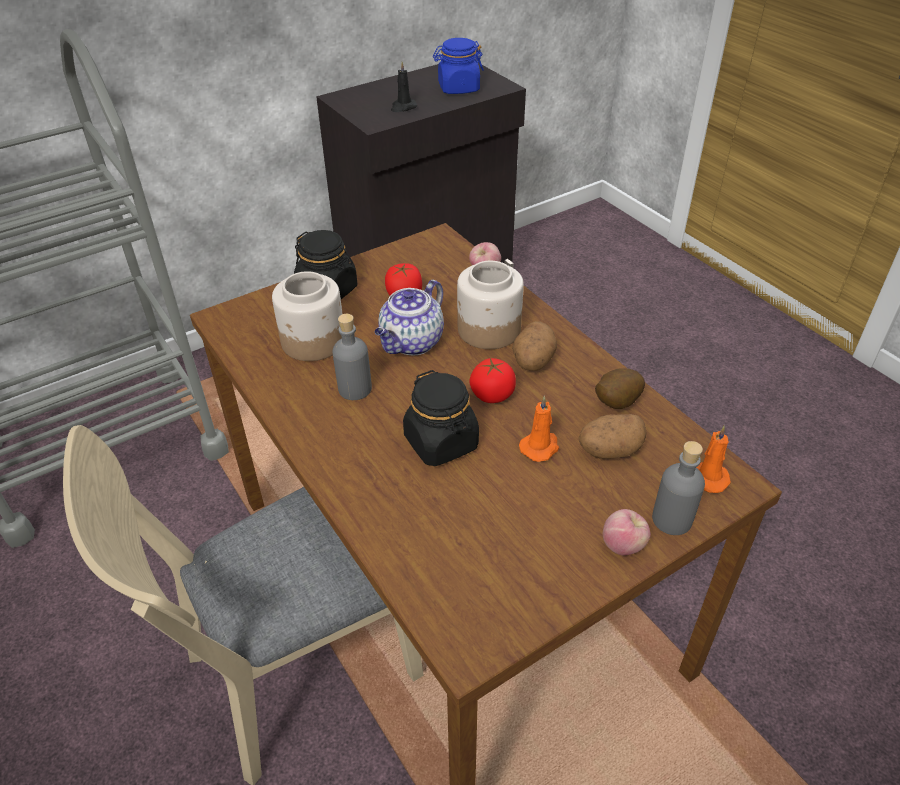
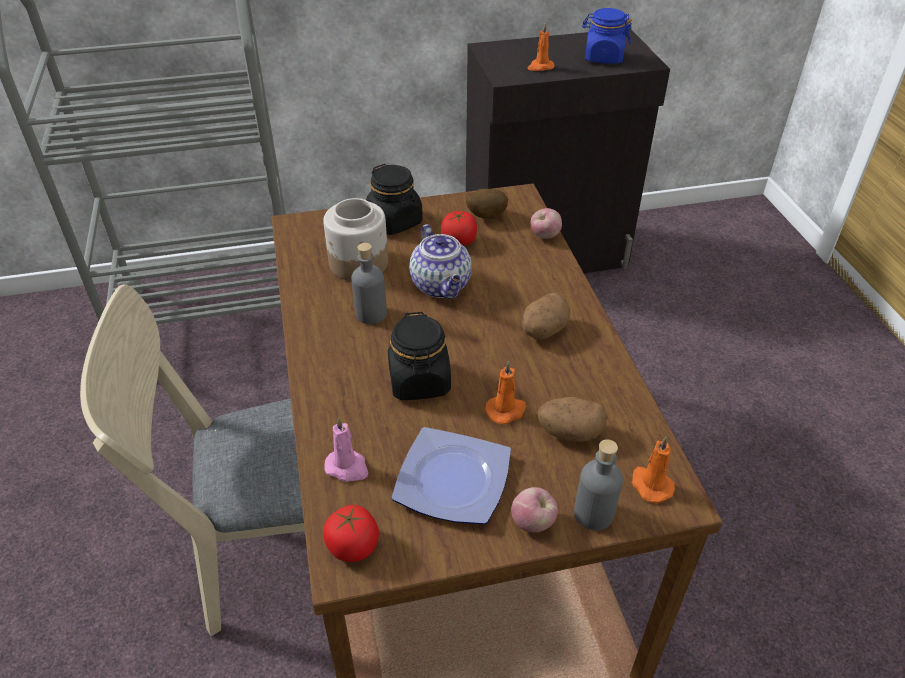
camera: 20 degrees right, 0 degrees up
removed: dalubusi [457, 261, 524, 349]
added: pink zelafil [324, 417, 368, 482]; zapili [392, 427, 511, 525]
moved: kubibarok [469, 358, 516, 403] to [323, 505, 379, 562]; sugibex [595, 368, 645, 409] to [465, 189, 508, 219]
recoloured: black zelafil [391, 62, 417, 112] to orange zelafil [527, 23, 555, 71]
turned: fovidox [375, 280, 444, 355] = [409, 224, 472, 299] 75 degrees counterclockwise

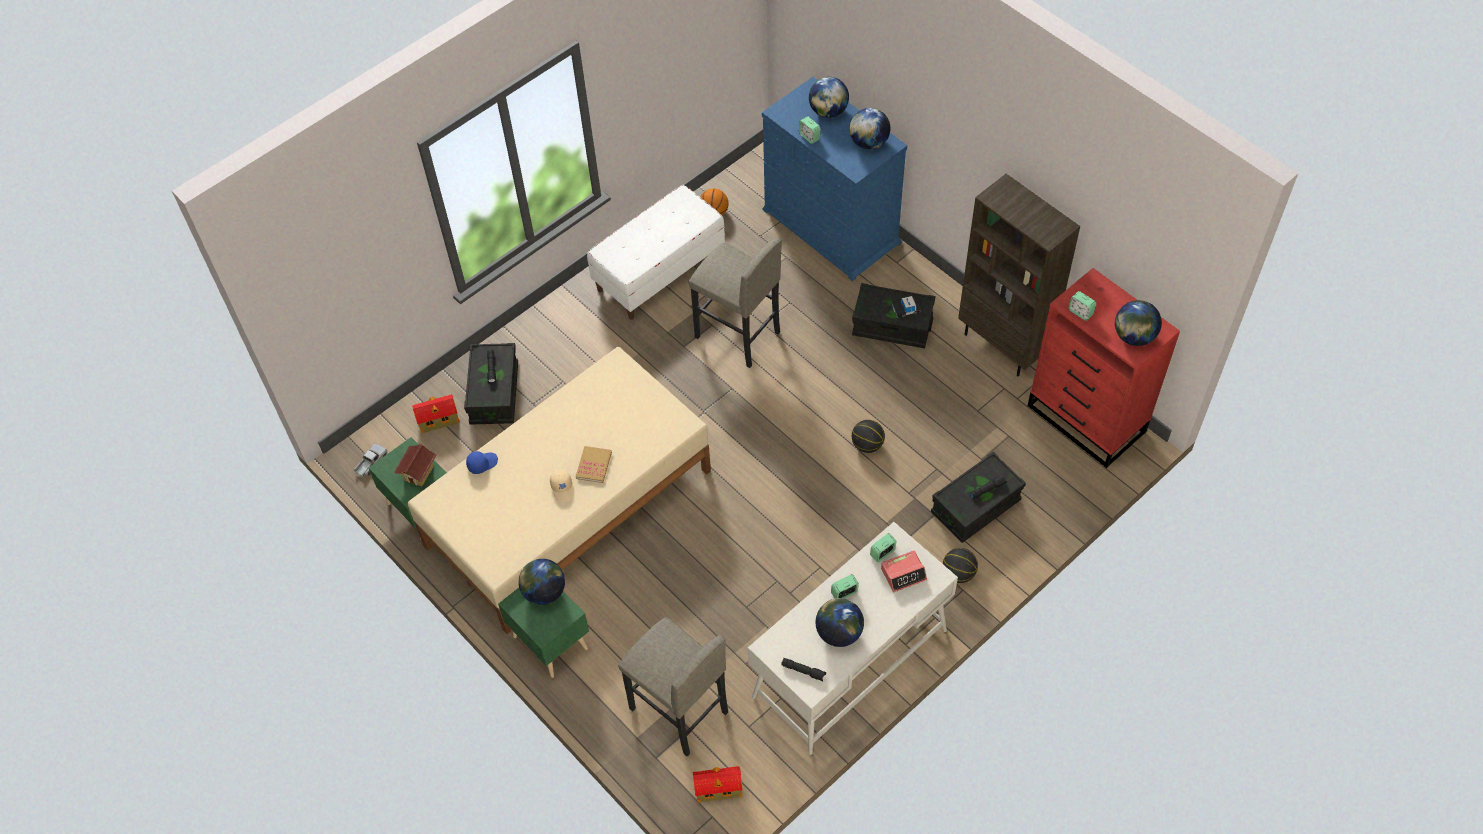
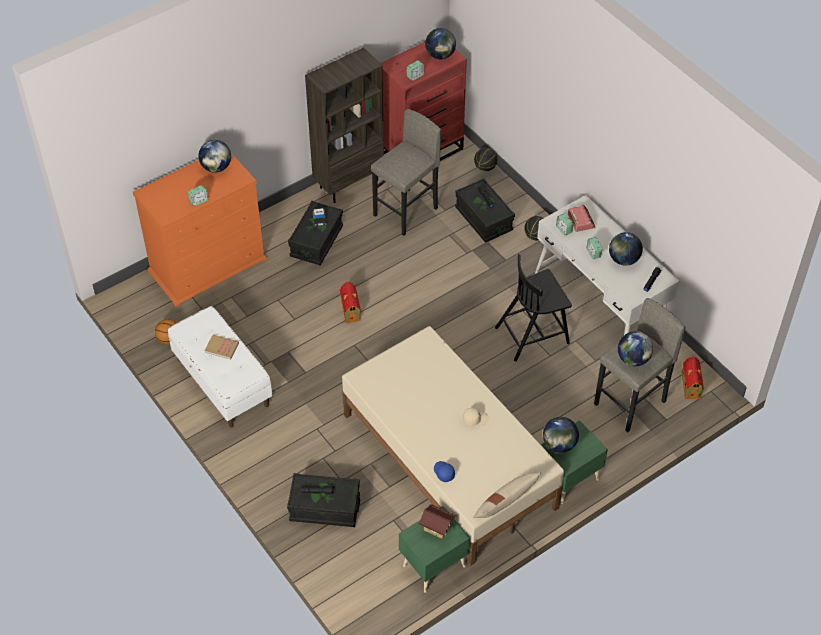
camera: 85 degrees left, 5 degrees down
removed: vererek [354, 443, 387, 477]
added: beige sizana [473, 472, 541, 519]; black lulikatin [495, 254, 572, 361]
moved: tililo [576, 446, 612, 483] to [205, 335, 239, 360]; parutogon [412, 394, 460, 433] to [340, 282, 361, 323]; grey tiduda [689, 238, 782, 368] to [371, 109, 441, 236]; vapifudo [852, 420, 885, 453] to [474, 148, 497, 171]; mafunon [809, 77, 849, 118] to [618, 331, 653, 366]
recoloured: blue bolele [762, 77, 907, 281] to orange bolele [133, 153, 267, 307]

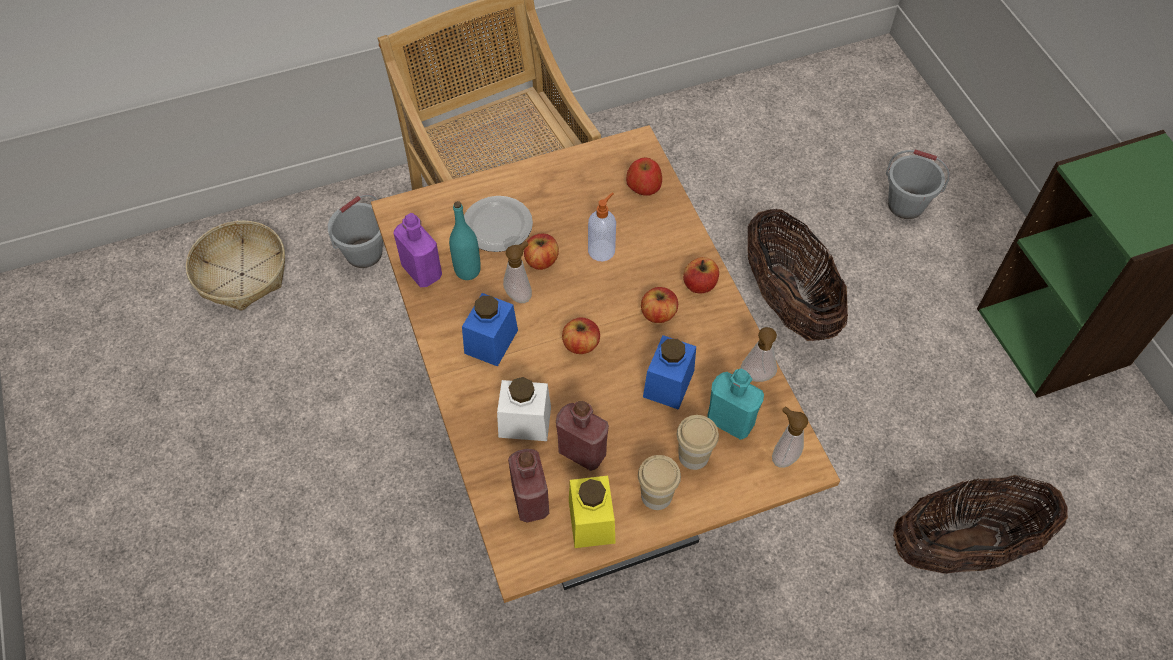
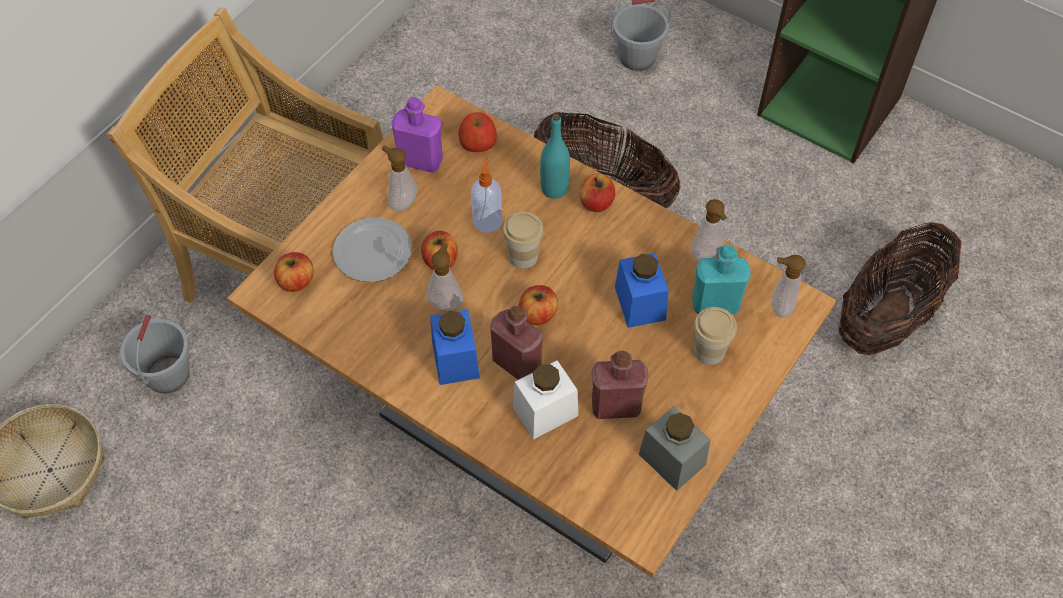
camera: 35 degrees left, 0 degrees up
added: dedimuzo [382, 145, 417, 211]
moved: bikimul [641, 287, 678, 323] to [274, 252, 314, 292]; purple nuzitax [393, 213, 442, 287] to [392, 96, 443, 173]; red nuzitax [508, 449, 549, 523] to [490, 306, 543, 380]; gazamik [638, 455, 681, 510] to [503, 212, 544, 269]; turquoise nuzitax [449, 201, 481, 280] to [540, 114, 570, 199]
recoloured: yellow dalubusi [569, 476, 615, 548] to grey dalubusi [639, 406, 710, 491]

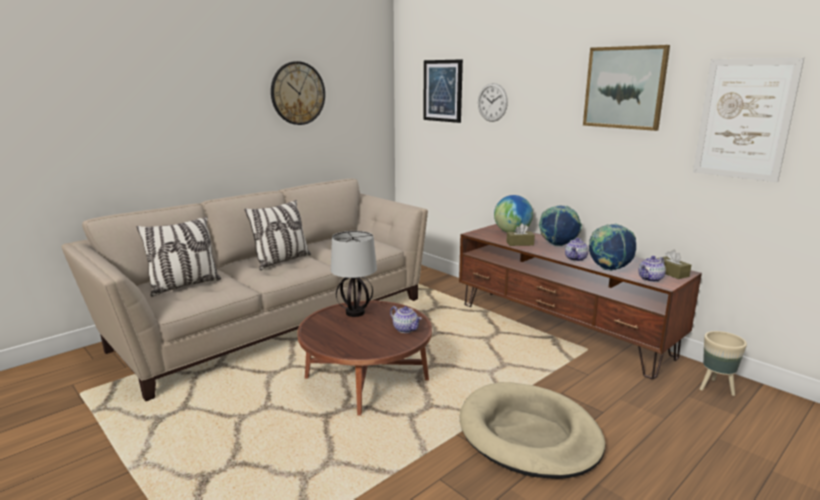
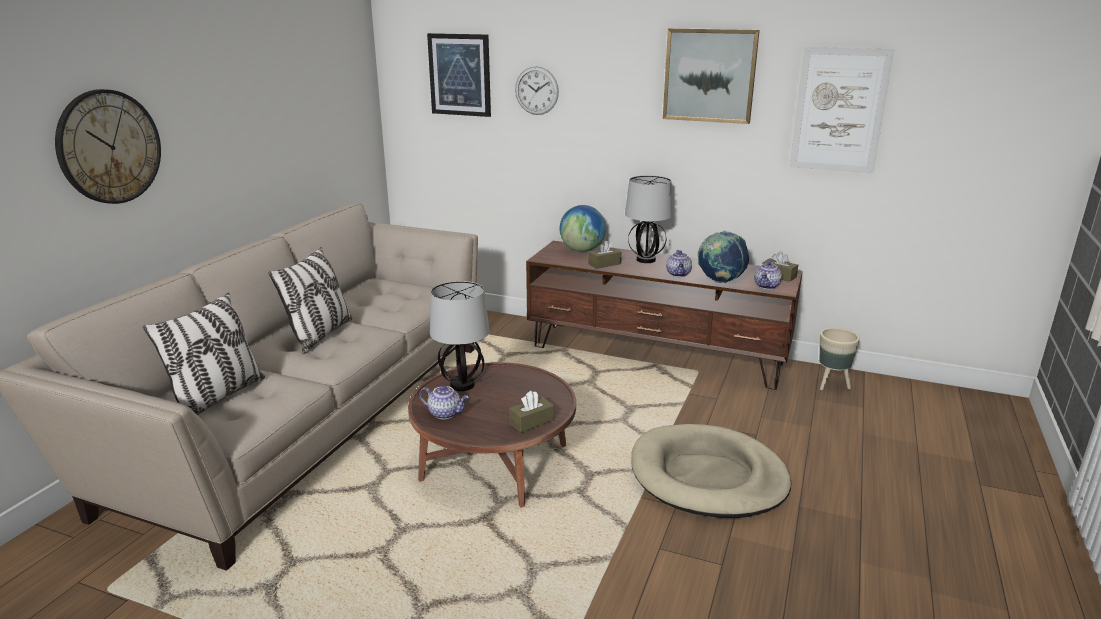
camera: 25 degrees left, 5 degrees up
added: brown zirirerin [509, 391, 554, 433]
moved: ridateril [271, 61, 325, 125] to [55, 89, 161, 204]; fovidox [390, 306, 422, 333] to [419, 385, 469, 419]
replaced: mafunon [539, 205, 582, 246] to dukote [625, 175, 672, 263]

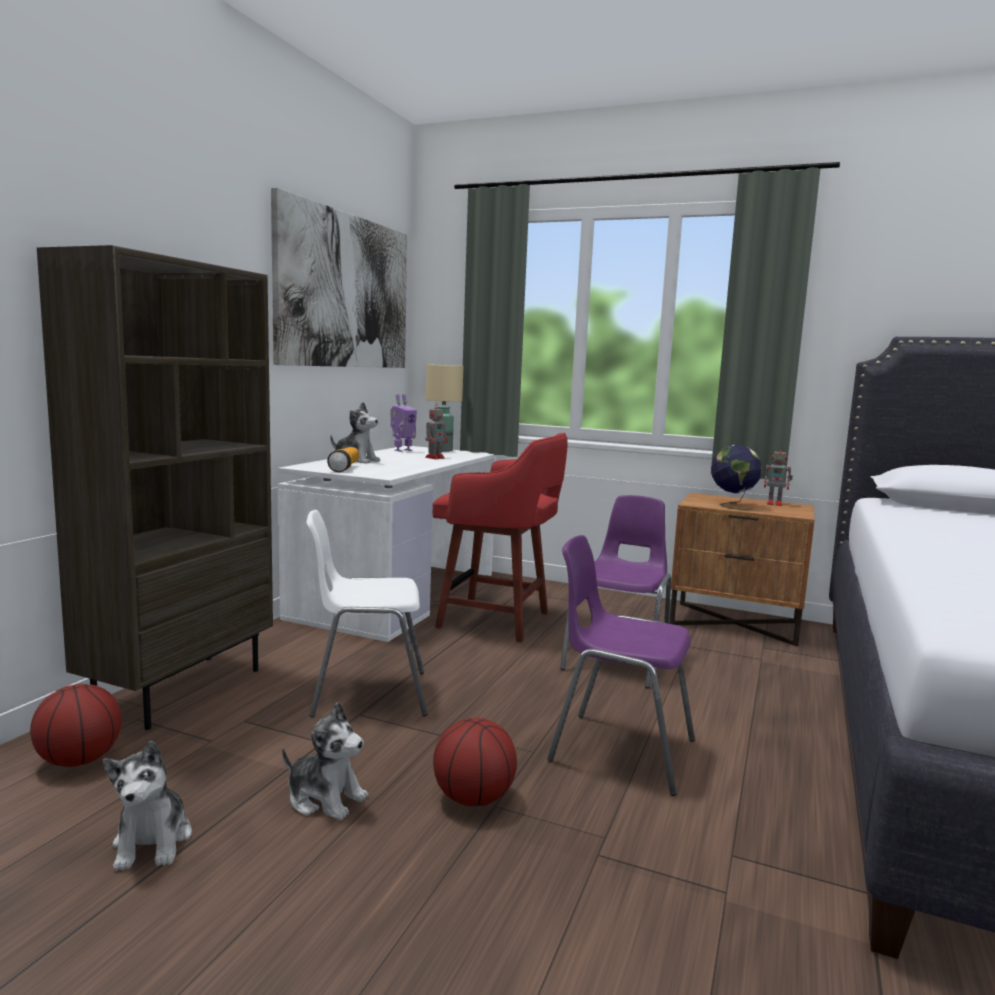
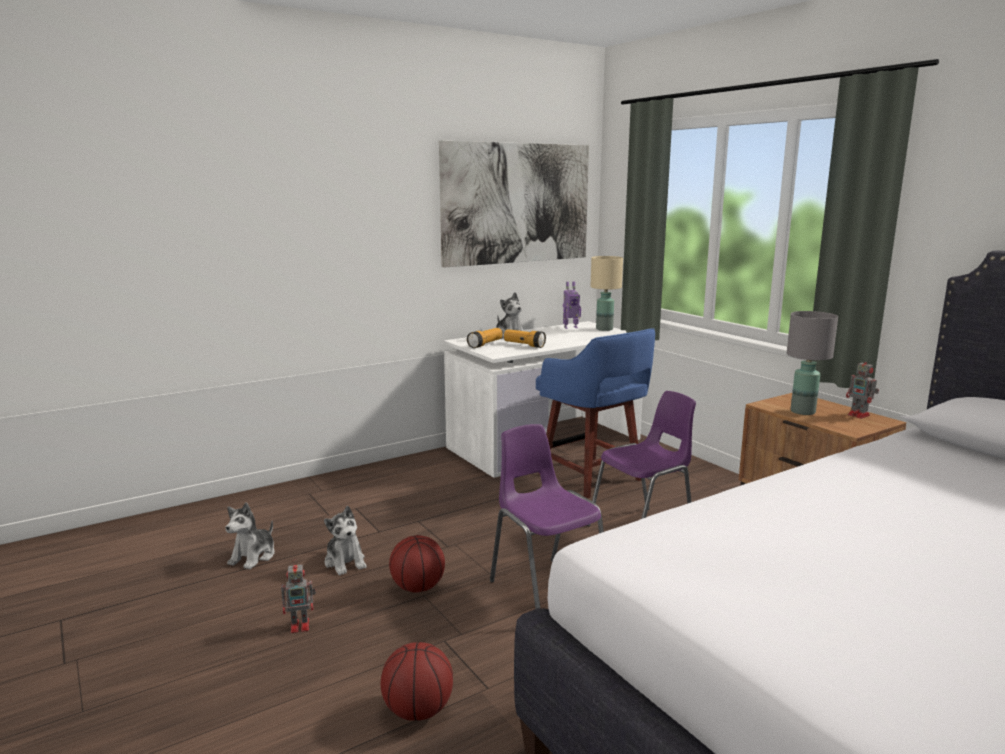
camera: 35 degrees right, 5 degrees up
removed: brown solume [37, 245, 273, 730]; white lulikatin [306, 510, 427, 717]
added: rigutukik [504, 329, 546, 348]
moved: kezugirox [425, 403, 448, 459] to [281, 559, 316, 633]; vapifudo [30, 684, 122, 767] to [381, 642, 453, 721]
replaced: mafunon [711, 444, 762, 510] to grey dukote [787, 311, 838, 415]
recoloured: red tiduda [433, 433, 568, 642] to blue tiduda [536, 328, 655, 499]

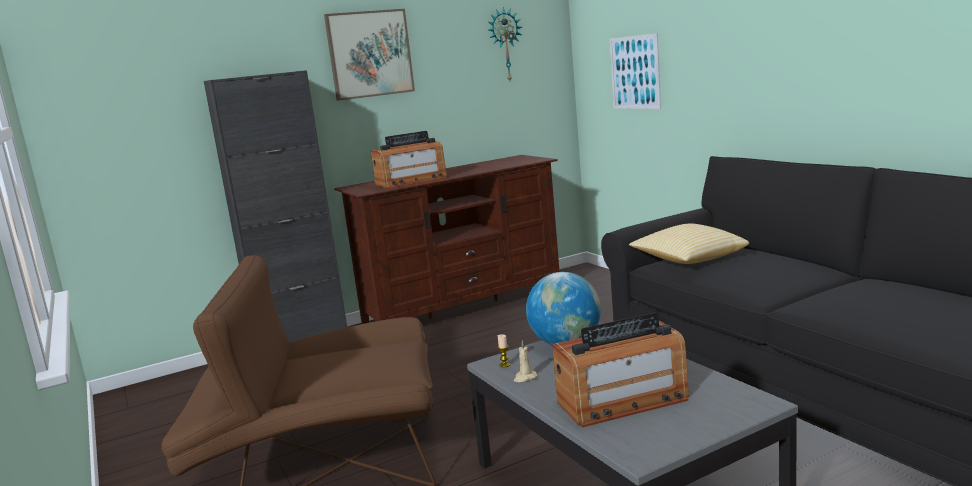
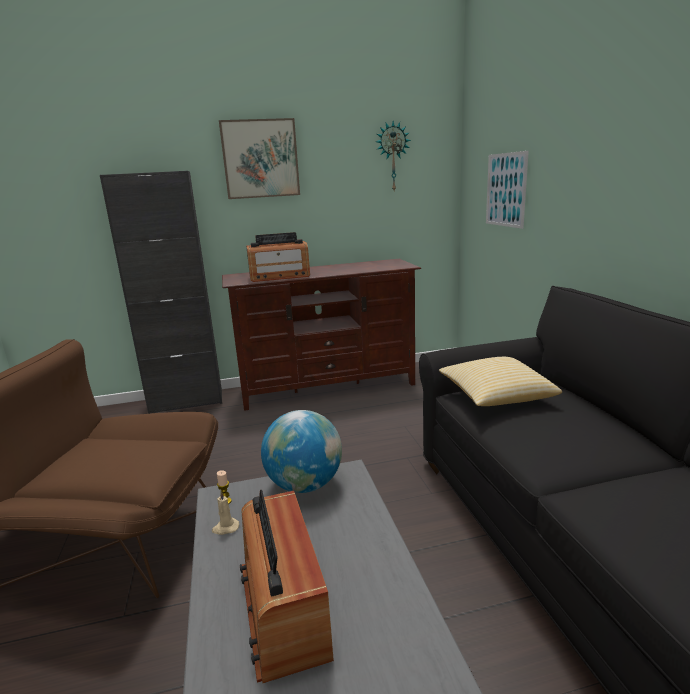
camera: 15 degrees right, 5 degrees up
turned: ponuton [552, 313, 689, 427] = [240, 490, 334, 683] 75 degrees clockwise

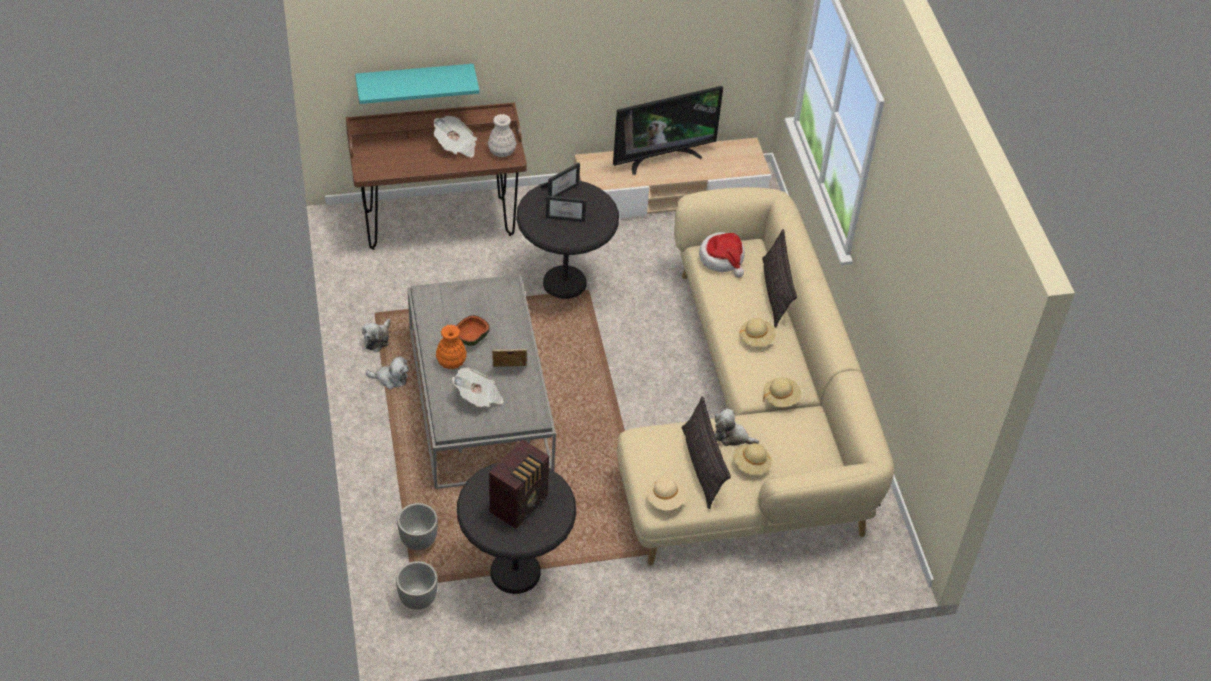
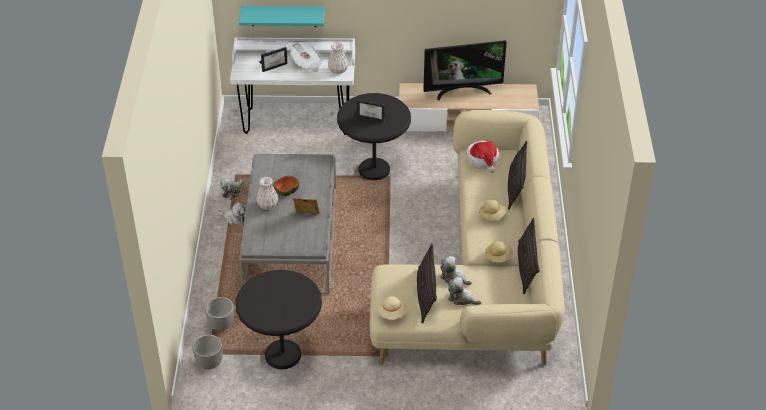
camera: 15 degrees right, 5 degrees down
removed: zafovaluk [452, 368, 504, 407]; ponuton [489, 439, 549, 529]
added: sizana [518, 218, 540, 294]
moved: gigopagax [540, 162, 580, 197] to [259, 47, 288, 72]
replaced: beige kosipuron [733, 443, 772, 475] to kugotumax [448, 277, 481, 305]
recoloured: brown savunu [346, 102, 527, 250] to white savunu [230, 37, 355, 135]; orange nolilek [436, 324, 467, 369] to white nolilek [256, 177, 279, 210]

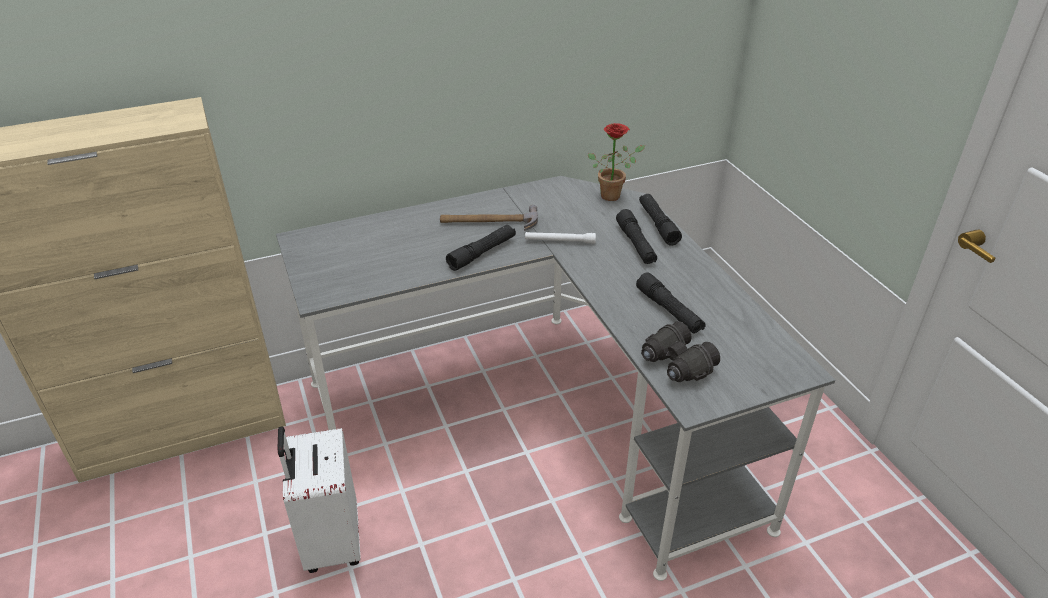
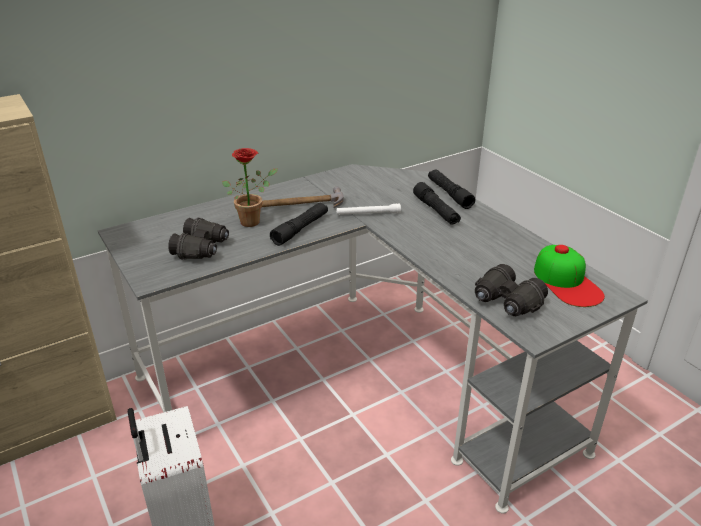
camera: 10 degrees left, 5 degrees down
removed: black rigutukik [636, 272, 706, 334]
added: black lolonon [168, 217, 229, 260]; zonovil [534, 245, 605, 307]
moved: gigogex [588, 123, 645, 201] to [222, 148, 278, 227]

